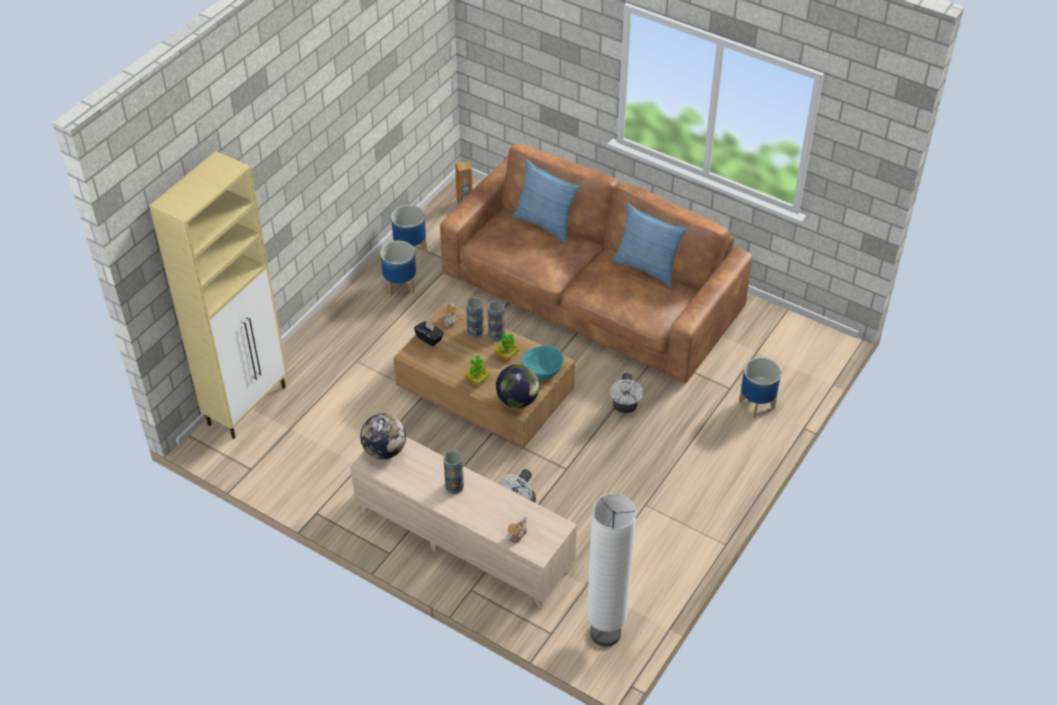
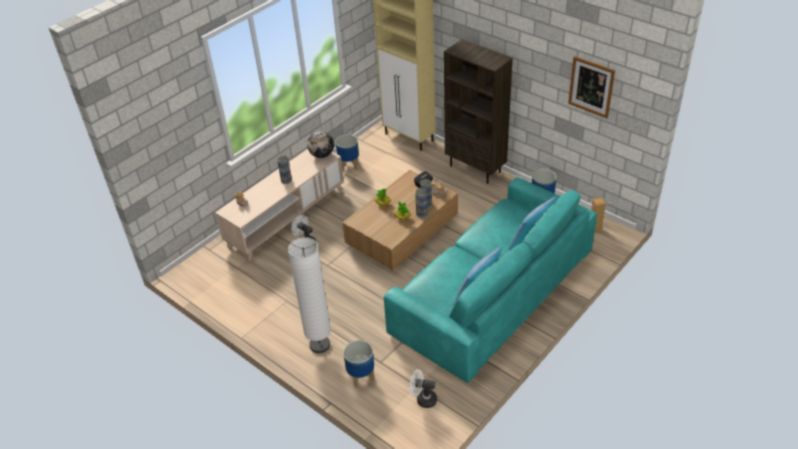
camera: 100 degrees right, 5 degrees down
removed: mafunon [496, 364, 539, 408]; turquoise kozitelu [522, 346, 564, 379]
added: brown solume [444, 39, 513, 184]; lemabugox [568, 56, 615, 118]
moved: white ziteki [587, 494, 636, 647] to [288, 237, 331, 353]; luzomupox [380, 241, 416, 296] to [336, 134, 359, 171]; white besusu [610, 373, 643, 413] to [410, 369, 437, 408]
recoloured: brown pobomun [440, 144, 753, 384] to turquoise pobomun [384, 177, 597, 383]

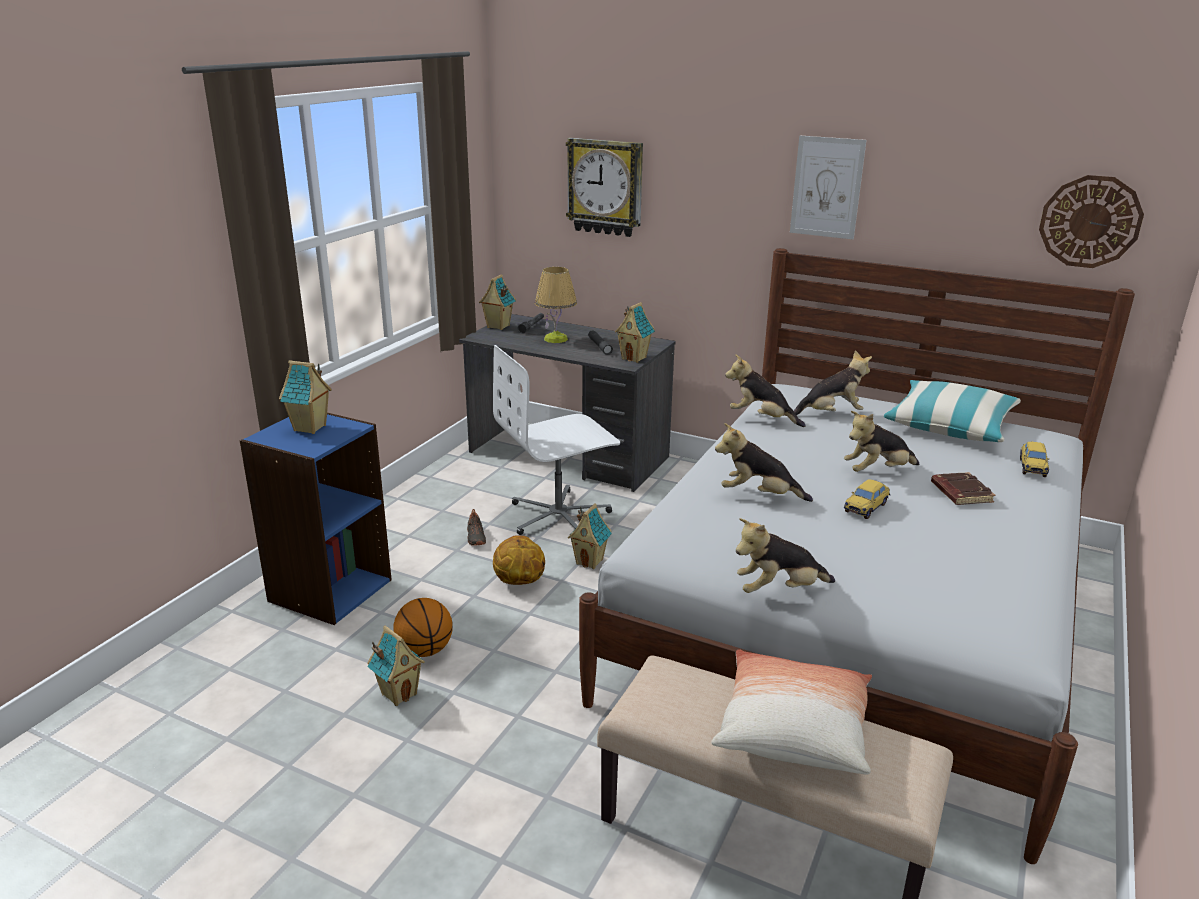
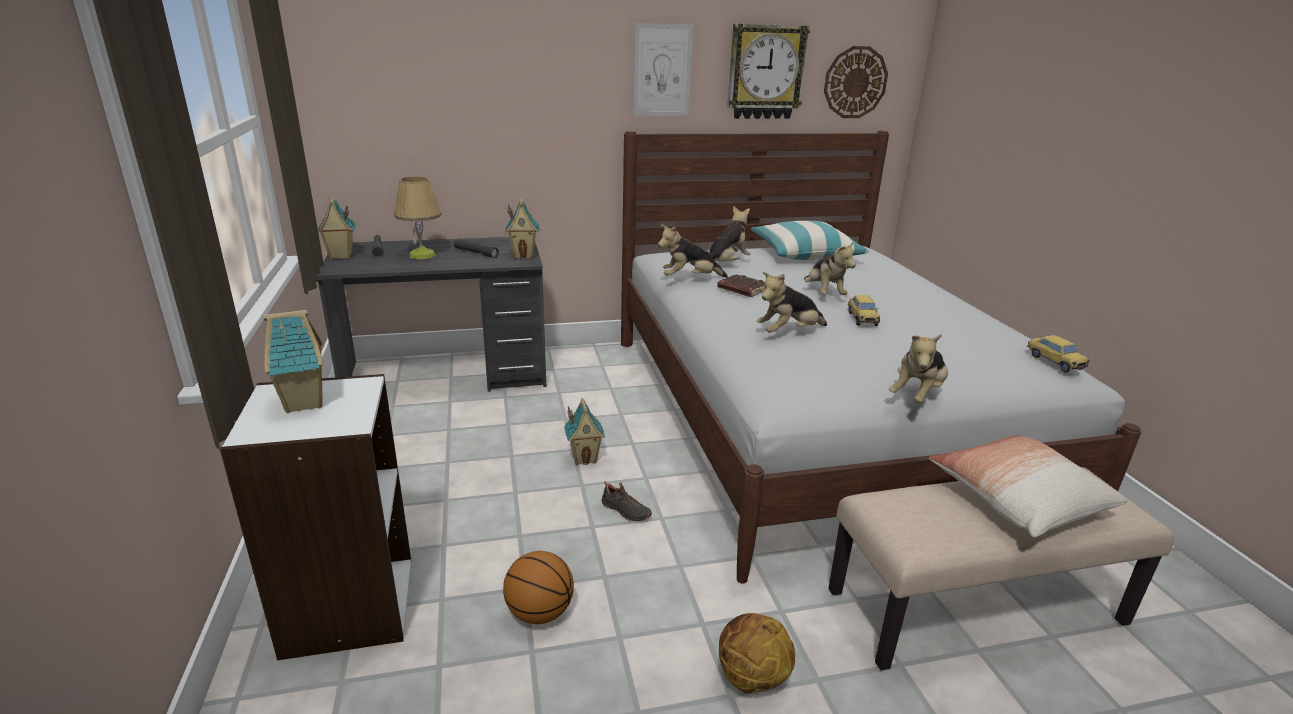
camera: 40 degrees left, 0 degrees up
removed: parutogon [367, 626, 425, 706]; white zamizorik [493, 345, 620, 535]
moved: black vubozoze [467, 509, 486, 546] to [601, 481, 652, 522]; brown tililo [931, 472, 995, 505] to [717, 274, 765, 297]; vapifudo [493, 535, 545, 585] to [719, 613, 795, 694]; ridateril [566, 138, 643, 237] to [727, 24, 810, 119]; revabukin [1020, 442, 1049, 477] to [1027, 335, 1089, 372]
recoloured: blue solume [240, 413, 392, 625] to white solume [220, 374, 411, 660]
turned: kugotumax [844, 411, 919, 472] = [804, 241, 856, 295] 45 degrees counterclockwise

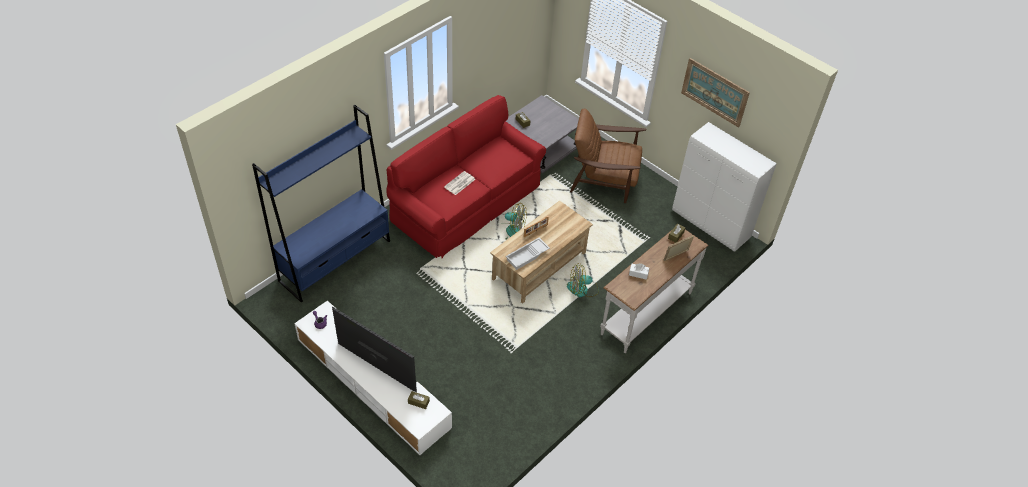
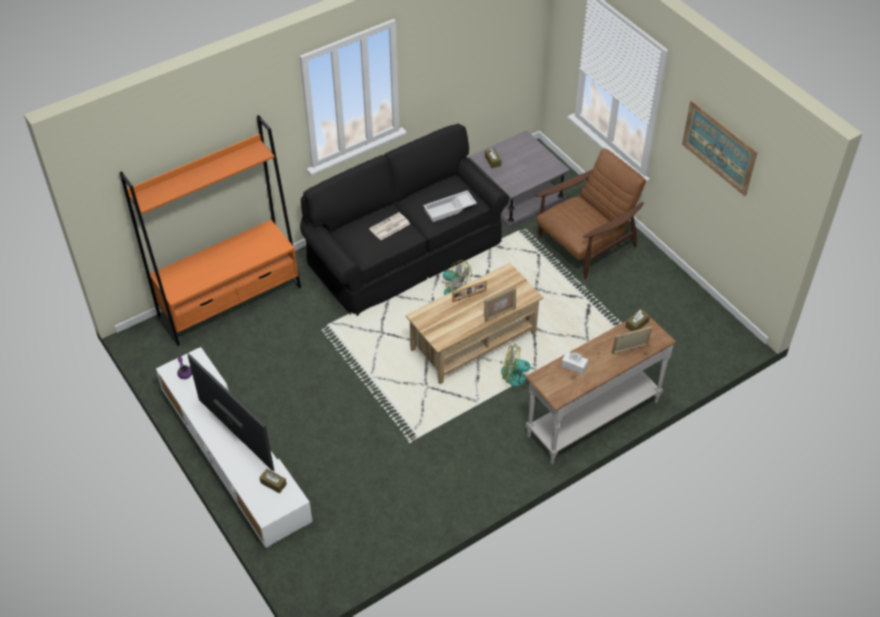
camera: 15 degrees right, 0 degrees up
removed: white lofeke [672, 122, 777, 252]
added: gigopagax [484, 286, 516, 322]
moved: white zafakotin [506, 238, 550, 270] to [423, 190, 477, 222]
recoloured: blue solume [252, 105, 390, 303] to orange solume [119, 115, 301, 346]; red pobomun [386, 95, 546, 258] to black pobomun [300, 124, 509, 316]
turned: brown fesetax [570, 109, 647, 203] = [535, 148, 646, 279] 120 degrees clockwise

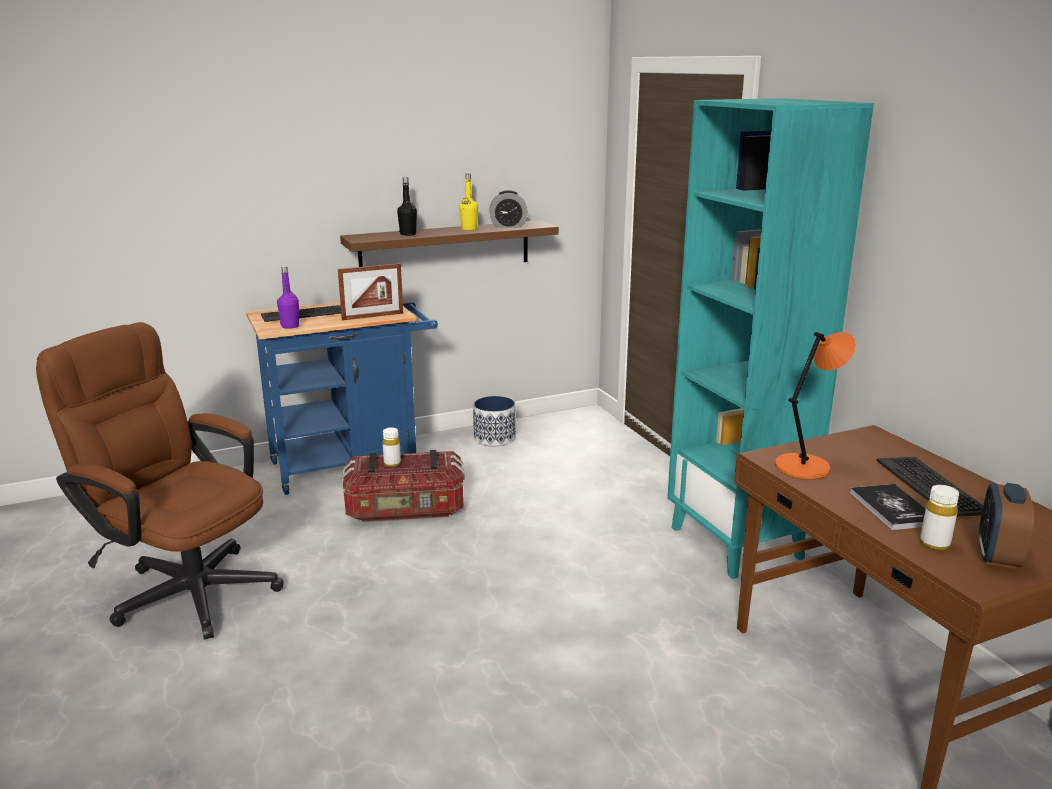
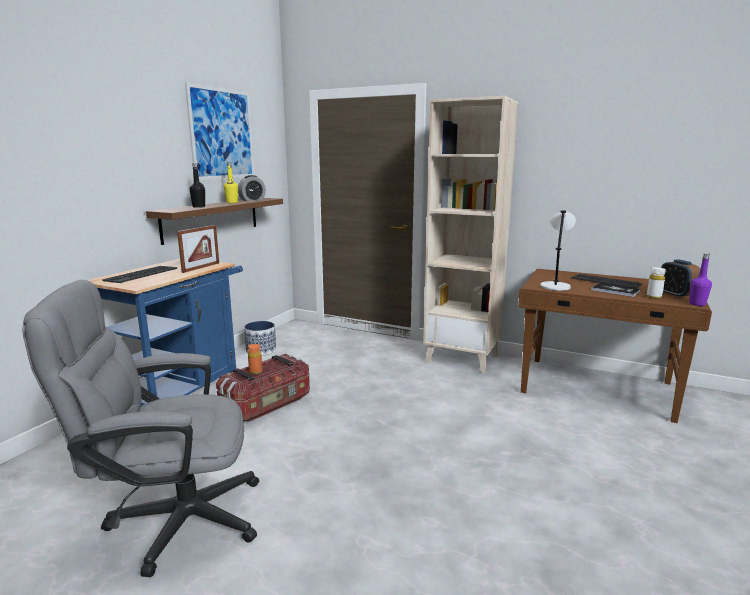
camera: 40 degrees left, 5 degrees down
added: lemabugox [185, 82, 255, 180]
moved: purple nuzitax [277, 266, 299, 329] to [689, 253, 712, 306]
recoloured: brown zamizorik [36, 322, 284, 640] to grey zamizorik [22, 280, 259, 577]; white nuzitax [383, 427, 401, 467] to orange nuzitax [248, 344, 262, 374]; turquoise solume [667, 98, 874, 579] to beige solume [423, 96, 518, 374]; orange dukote [775, 332, 856, 479] to white dukote [540, 210, 576, 291]

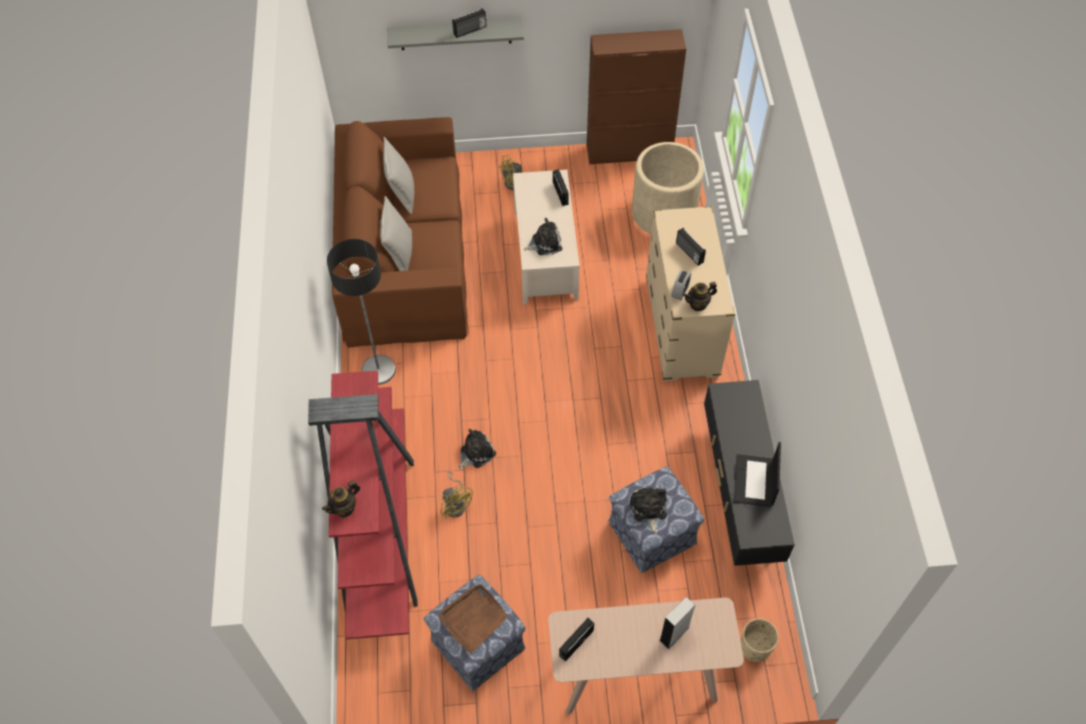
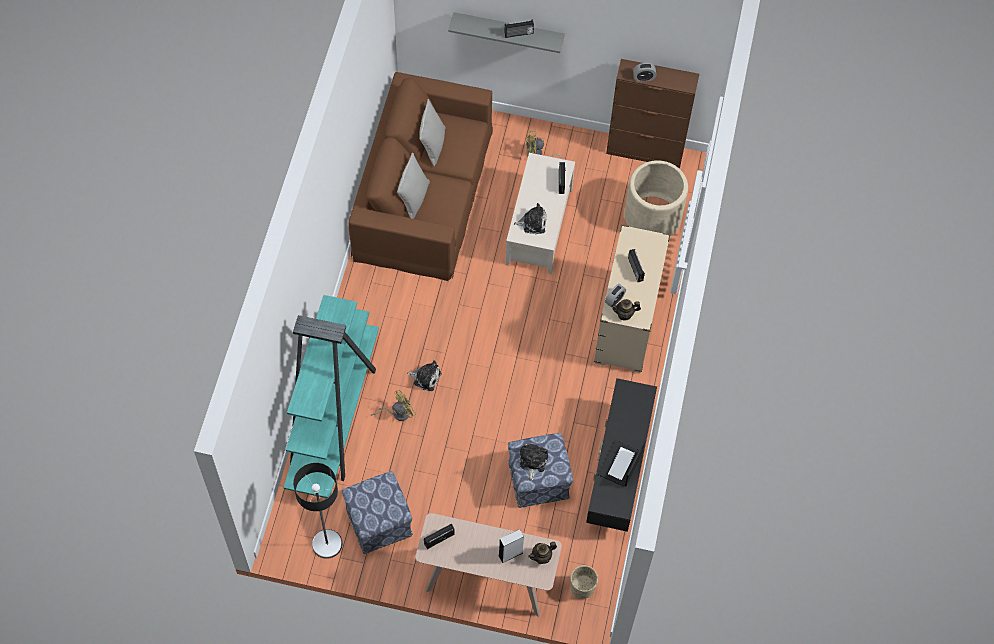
camera: 15 degrees right, 5 degrees up
removed: brown zafakotin [440, 584, 508, 653]
added: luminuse [633, 63, 656, 82]
moved: ziteki [327, 239, 396, 385] to [293, 463, 342, 559]; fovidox [322, 480, 360, 518] to [528, 542, 557, 564]
recoloured: red solume [308, 371, 418, 639] to turquoise solume [283, 295, 379, 498]
turned: yellow besusu [440, 472, 473, 519] = [371, 390, 416, 421] 105 degrees counterclockwise; kugotumax [459, 429, 496, 469] = [407, 361, 442, 391] 45 degrees clockwise

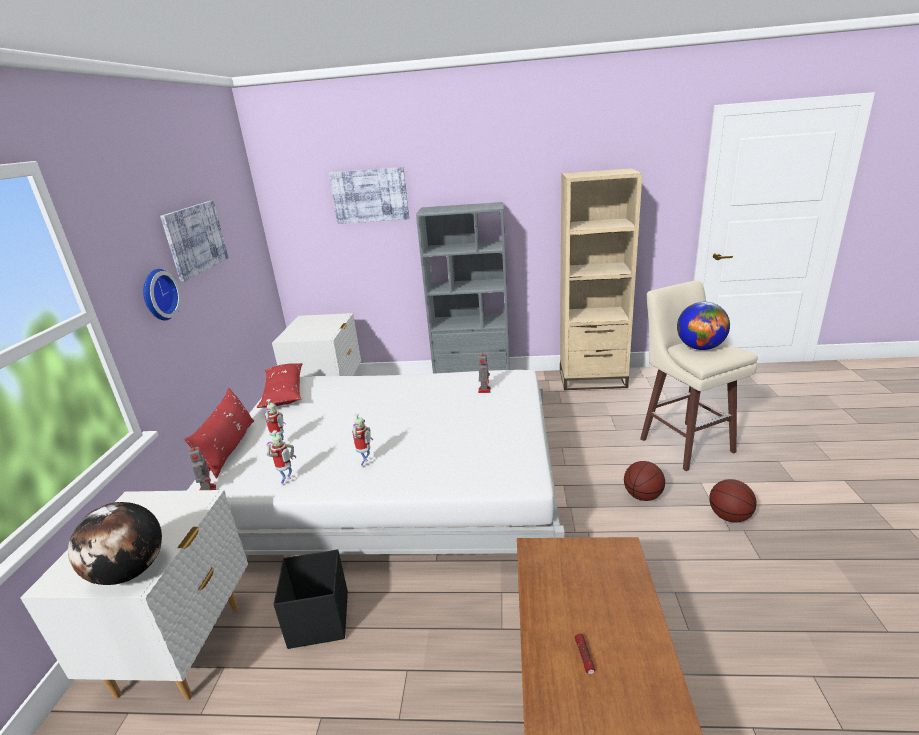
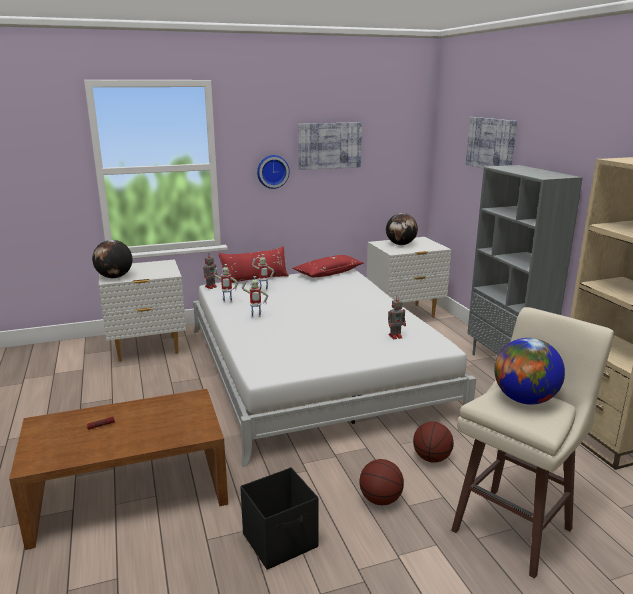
camera: 65 degrees right, 5 degrees down
added: mafunon [386, 213, 418, 245]
moved: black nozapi [273, 549, 348, 649] to [240, 467, 319, 570]; vapifudo [709, 479, 757, 523] to [413, 422, 454, 463]

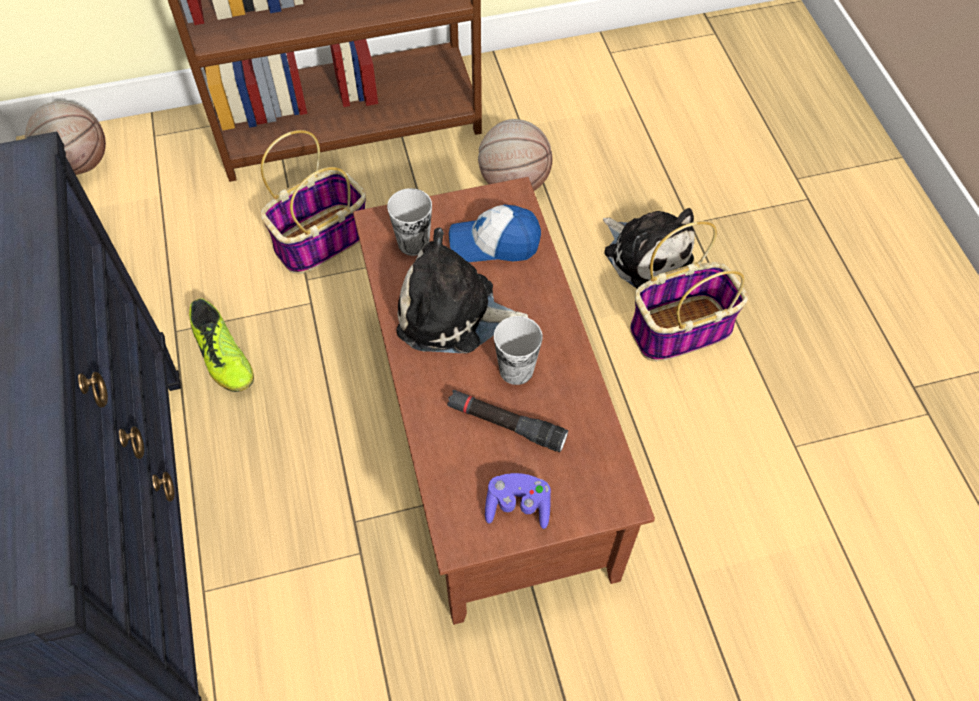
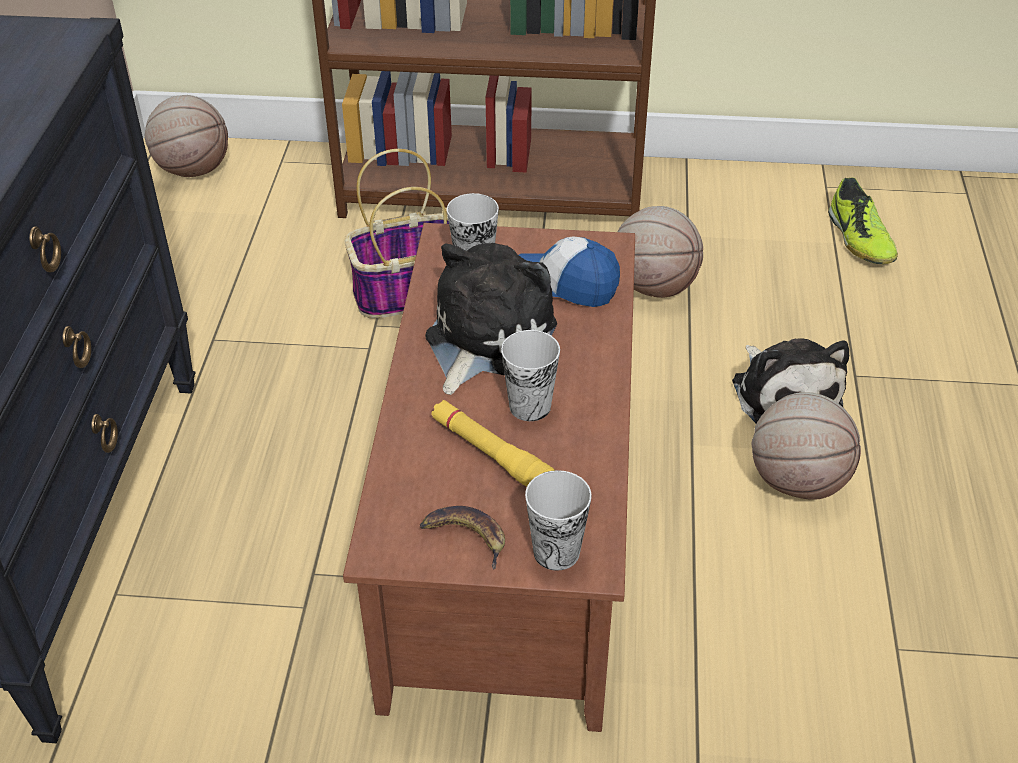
camera: 20 degrees right, 15 degrees down
added: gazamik [525, 470, 592, 571]
moved: vubozoze [189, 298, 254, 392] to [828, 177, 898, 264]
replaced: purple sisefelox [485, 473, 551, 529] to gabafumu [420, 506, 505, 569]; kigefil [630, 221, 748, 361] to vapifudo [752, 392, 861, 500]
recoloured: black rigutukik [447, 390, 568, 452] to yellow rigutukik [431, 400, 555, 486]
turned: kugotumax [396, 228, 528, 354] = [425, 243, 557, 395] 90 degrees clockwise

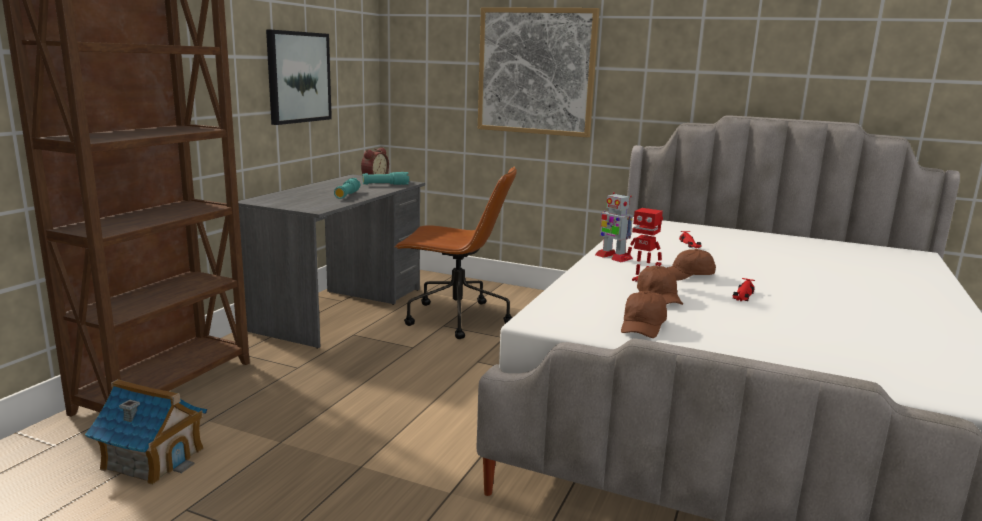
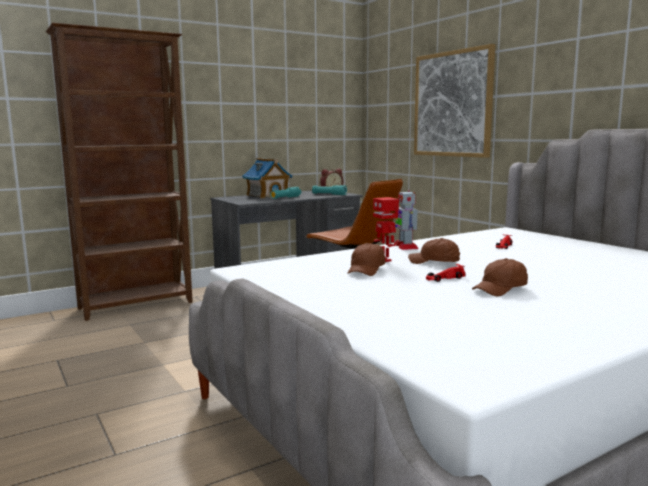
camera: 35 degrees right, 5 degrees down
removed: lemabugox [266, 30, 332, 125]
moved: parutogon [85, 379, 207, 485] to [242, 158, 292, 198]; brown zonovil [621, 291, 667, 338] to [472, 258, 528, 296]

